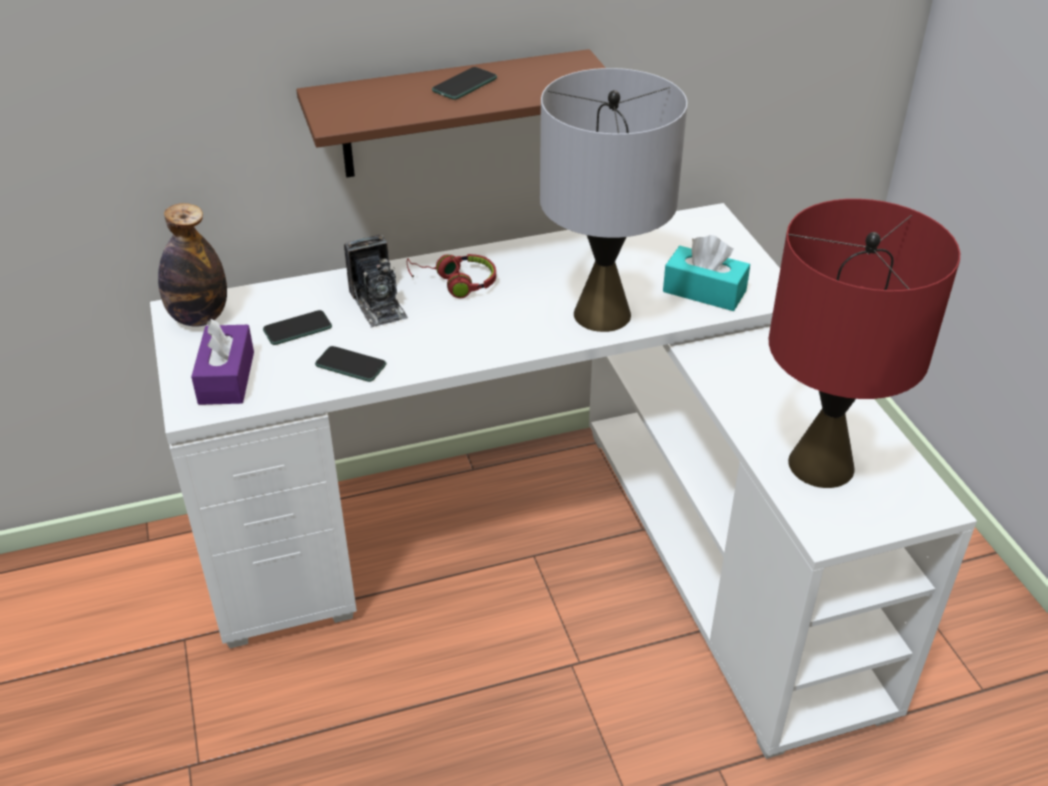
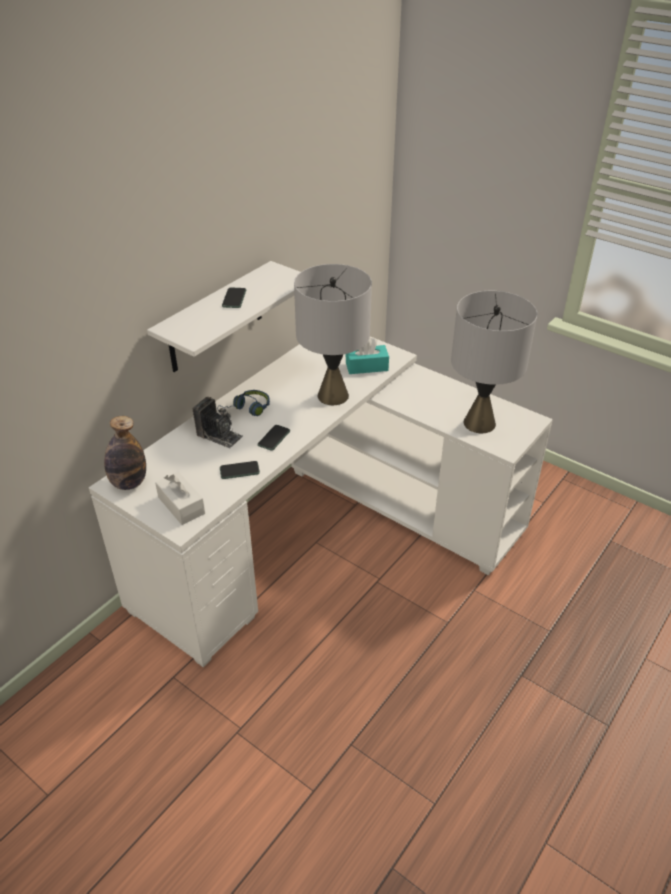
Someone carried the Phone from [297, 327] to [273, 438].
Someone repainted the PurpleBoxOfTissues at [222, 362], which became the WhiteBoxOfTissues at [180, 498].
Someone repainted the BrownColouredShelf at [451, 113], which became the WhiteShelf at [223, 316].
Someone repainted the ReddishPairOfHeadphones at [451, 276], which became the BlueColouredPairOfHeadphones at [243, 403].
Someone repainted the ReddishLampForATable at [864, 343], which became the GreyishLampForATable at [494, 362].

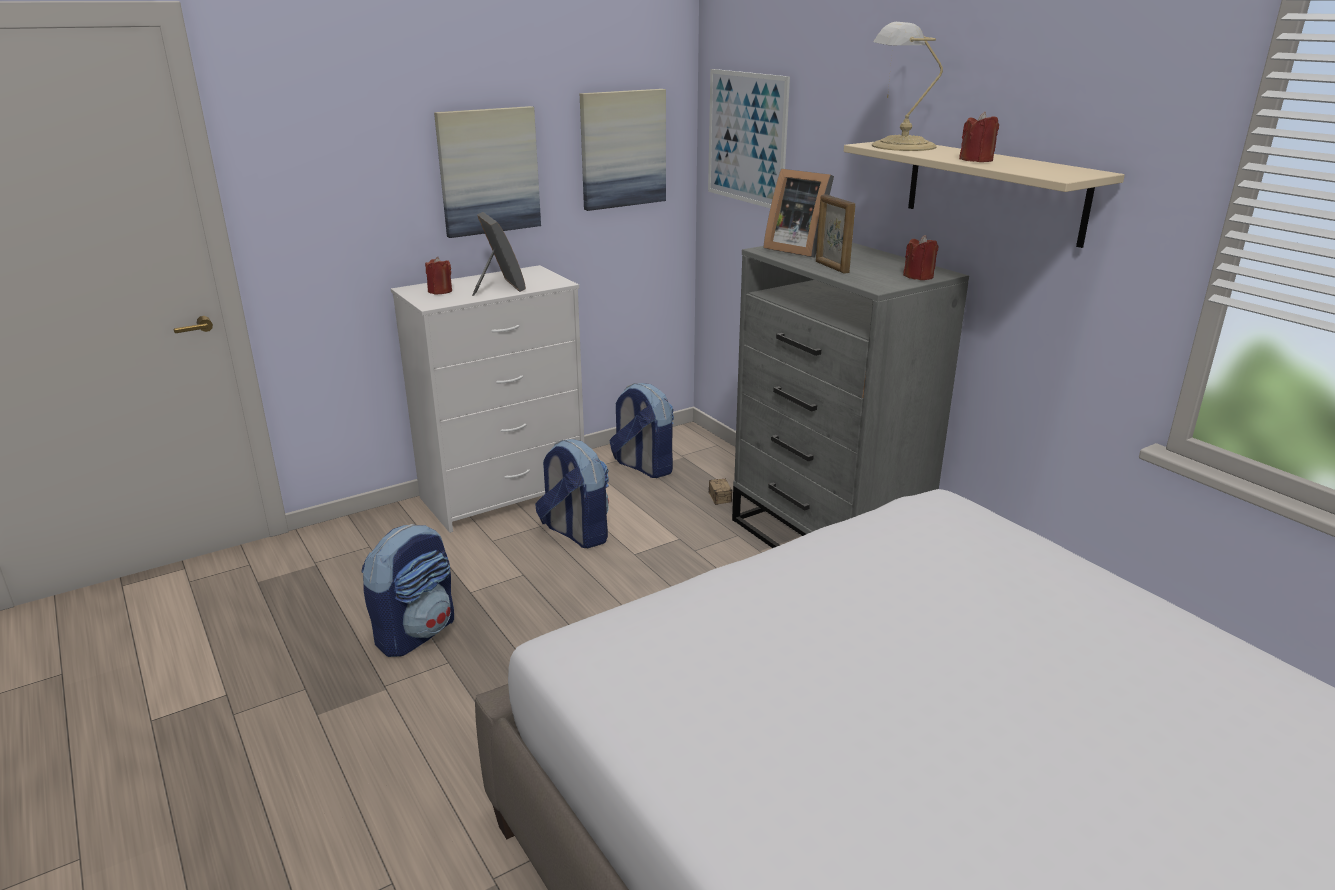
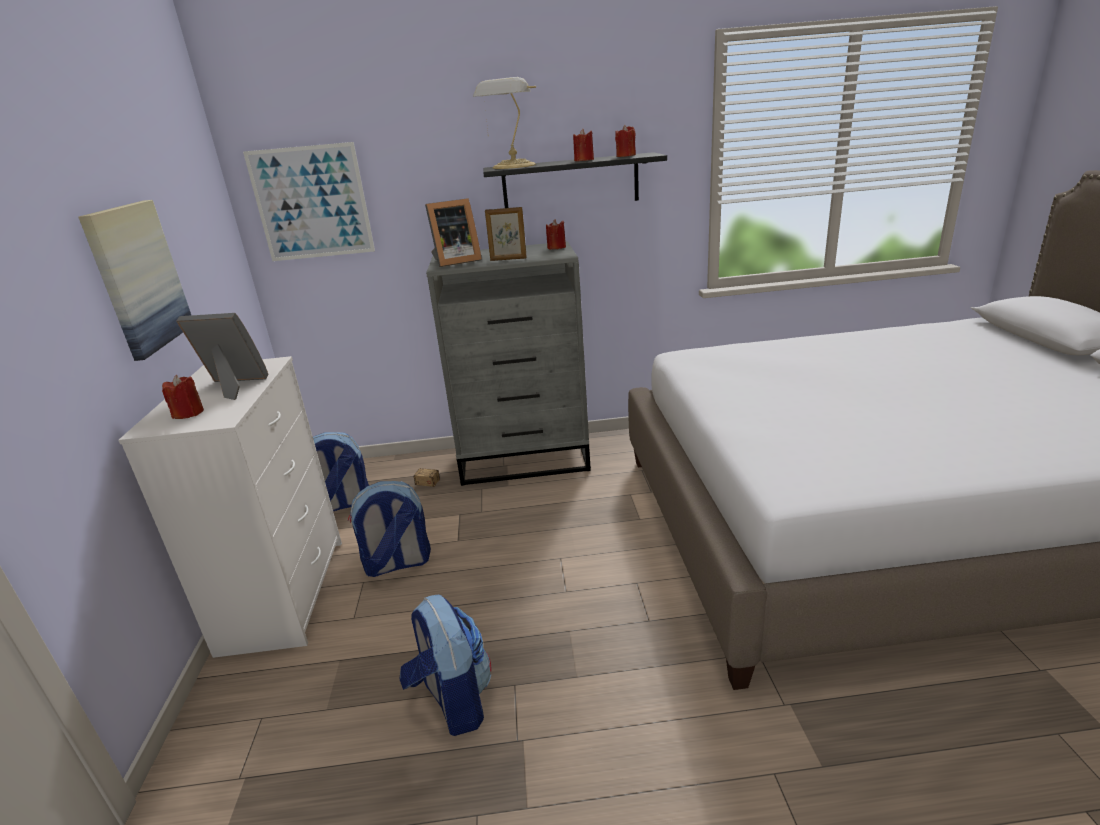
Someone took away the WallPicture at [623, 150].
Someone put down the ReddishCandle at [625, 141].
Someone repainted the SandColouredShelf at [984, 195], which became the BlackishShelf at [575, 180].

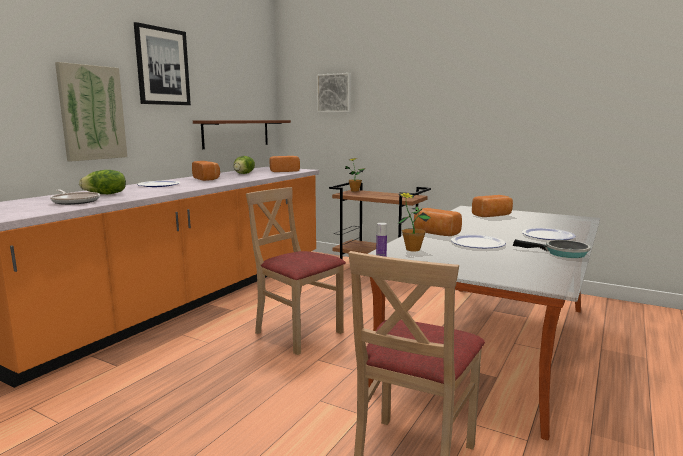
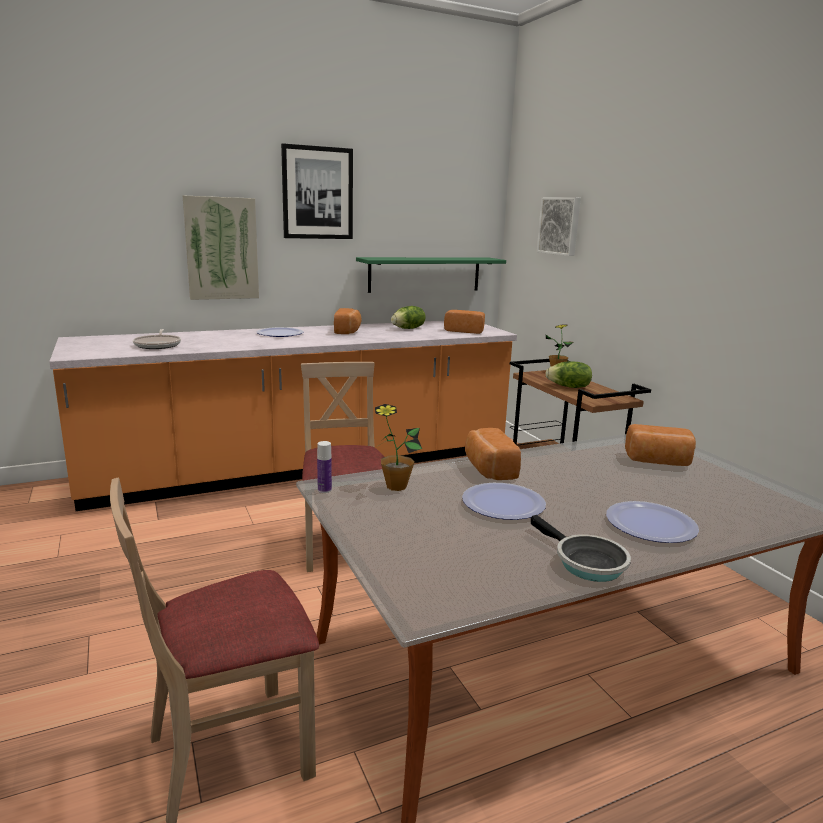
Someone carried the HeadOfLettuce from [102, 182] to [568, 375].
Someone repainted the BrownColouredShelf at [242, 134], which became the GreenColouredShelf at [431, 275].

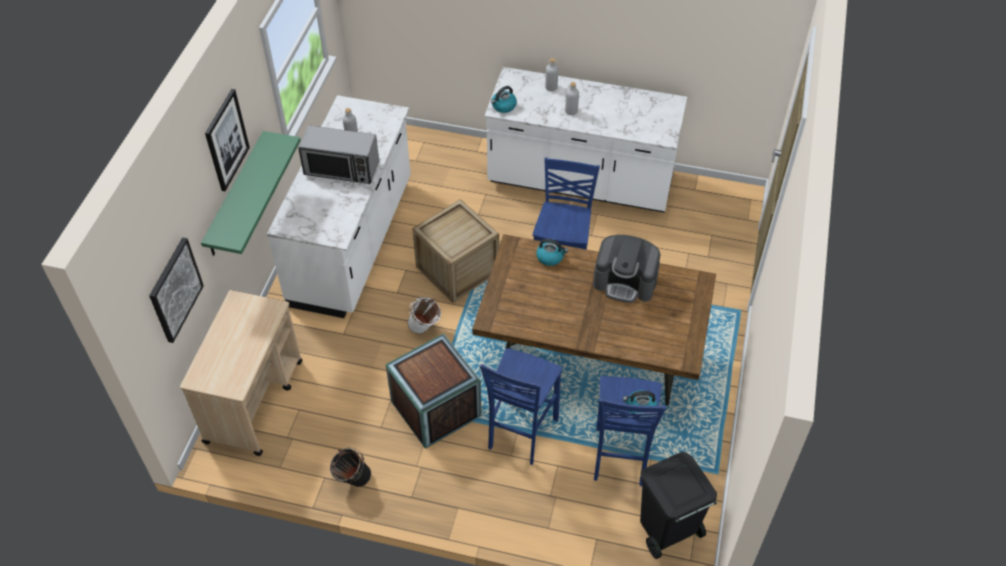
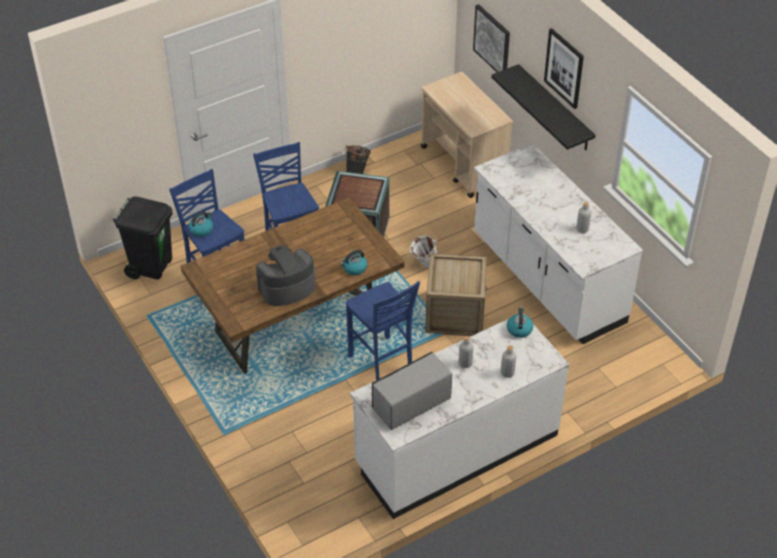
Someone carried the KitchenMicrowave from [338, 154] to [412, 391].
Someone repainted the GreenColouredShelf at [251, 193], which became the BlackishShelf at [543, 107].

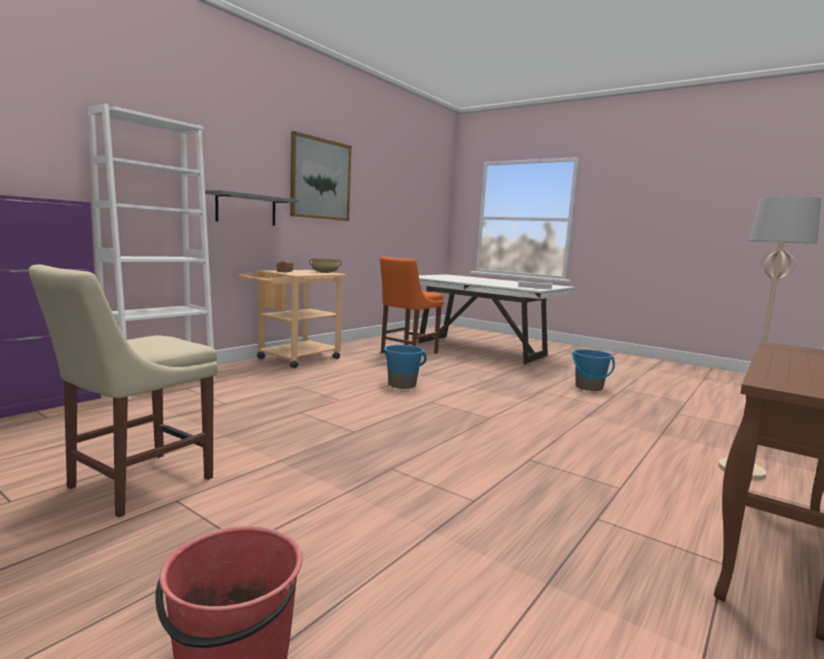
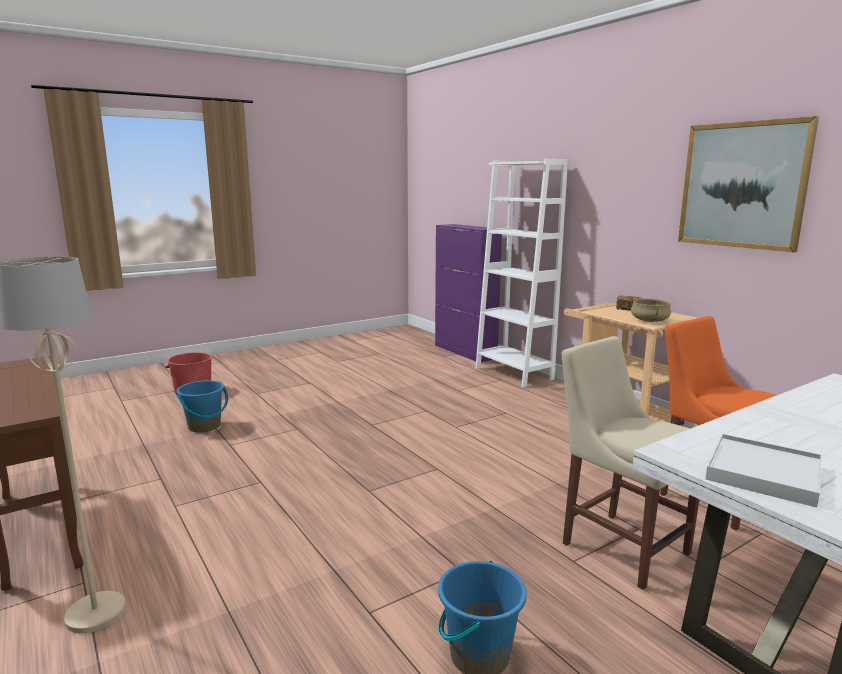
Someone took away the GreyishShelf at [252, 208].
Someone carried the SandColouredChair from [123, 390] to [631, 463].
Someone carried the BlueColouredWaterBucket from [405, 367] to [202, 406].

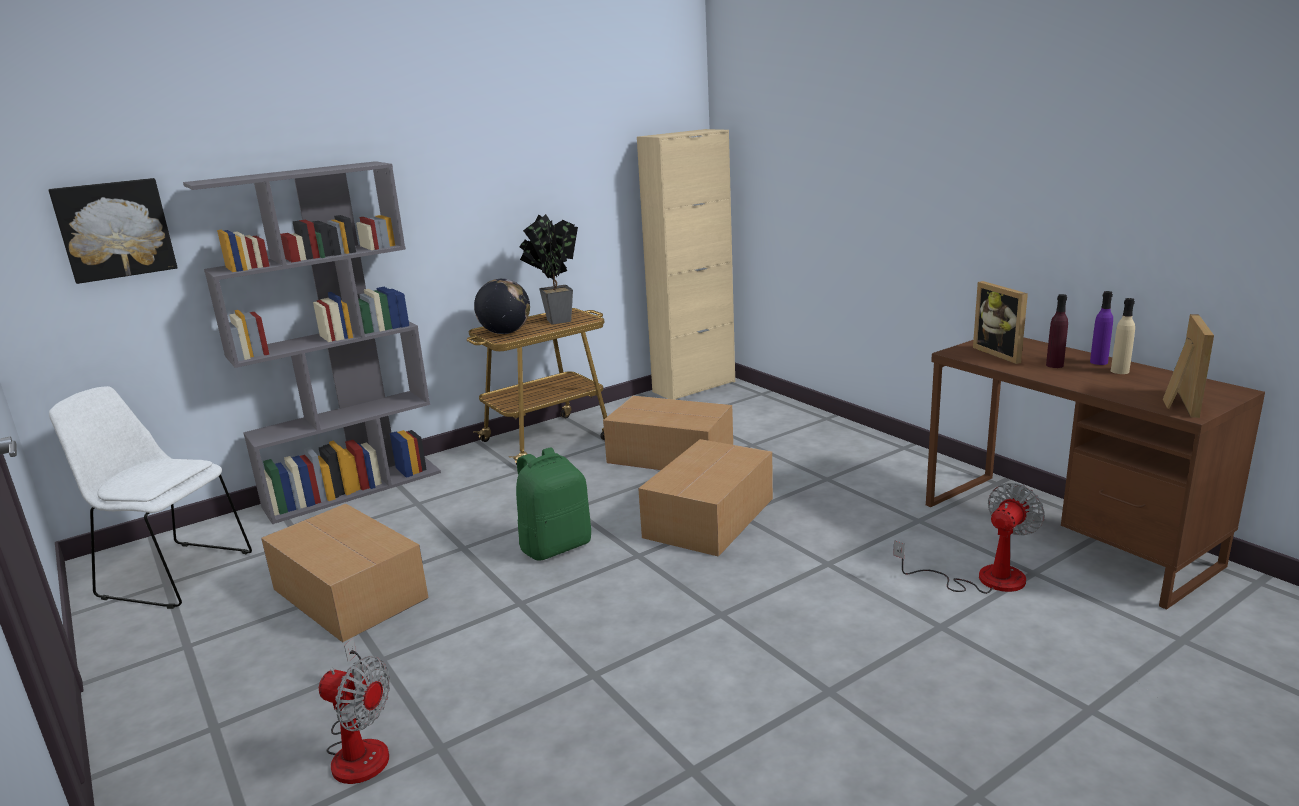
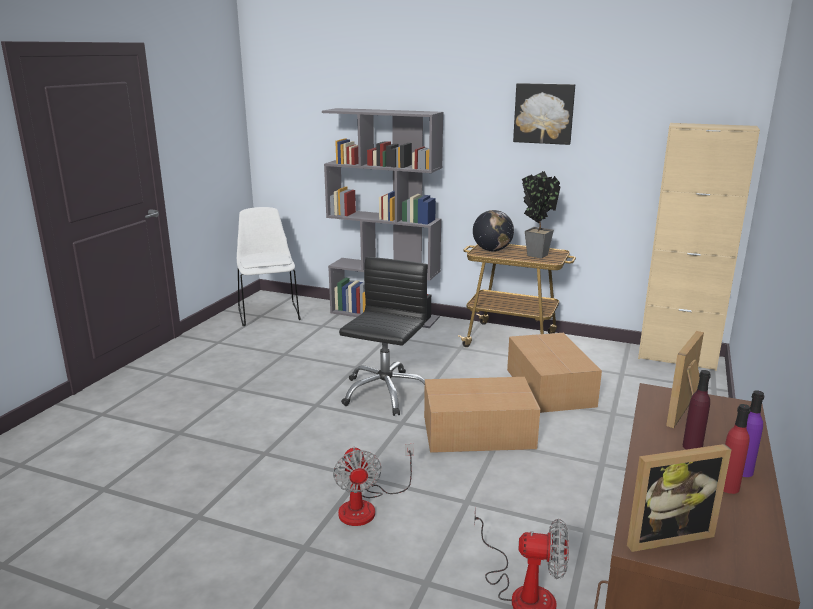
Someone took away the Carton at [345, 573].
Someone carried the WallPicture from [113, 231] to [544, 114].
Someone carried the Fan from [354, 711] to [373, 484].
Someone swapped the GreenColouredBackpack at [553, 504] for the BlackishComputerChair at [383, 336].
Someone repainted the SandColouredBeverageBottle at [1123, 336], which became the ReddishBeverageBottle at [736, 449].

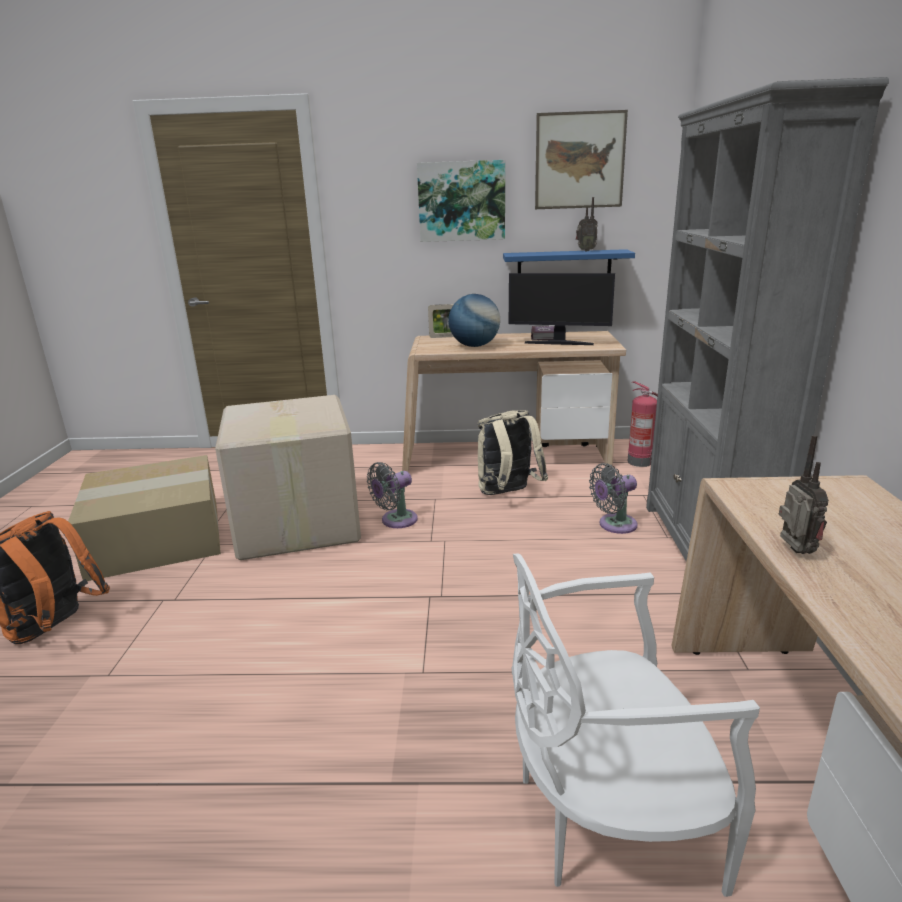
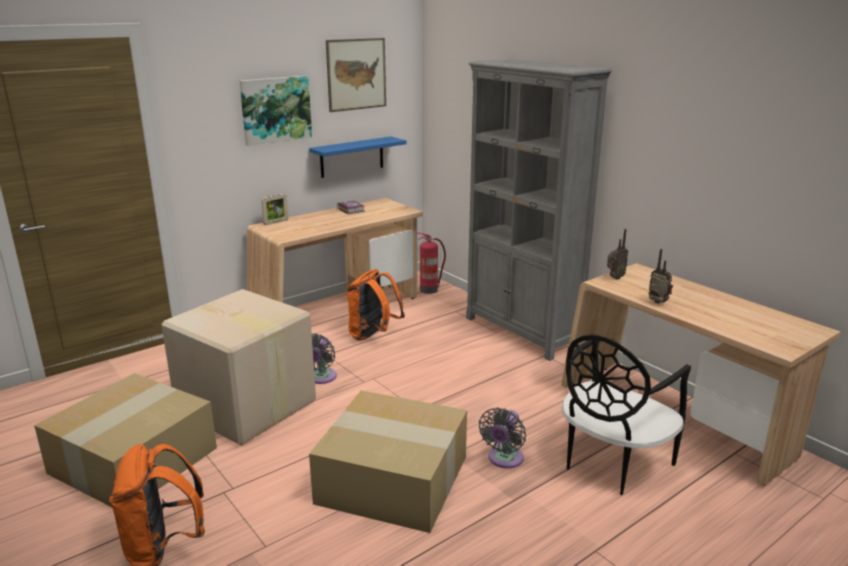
Someone took away the DeskGlobe at [474, 320].
Someone took away the ComputerScreen at [562, 309].
Someone put down the Carton at [388, 461].
Someone carried the RadioSet from [587, 224] to [617, 254].
Someone carried the GreyishFan from [613, 498] to [502, 437].
Someone repainted the SandColouredBackpack at [513, 452], which became the OrangeColouredBackpack at [376, 305].
Someone repainted the WhiteChair at [636, 725], which became the BlackishChair at [626, 414].

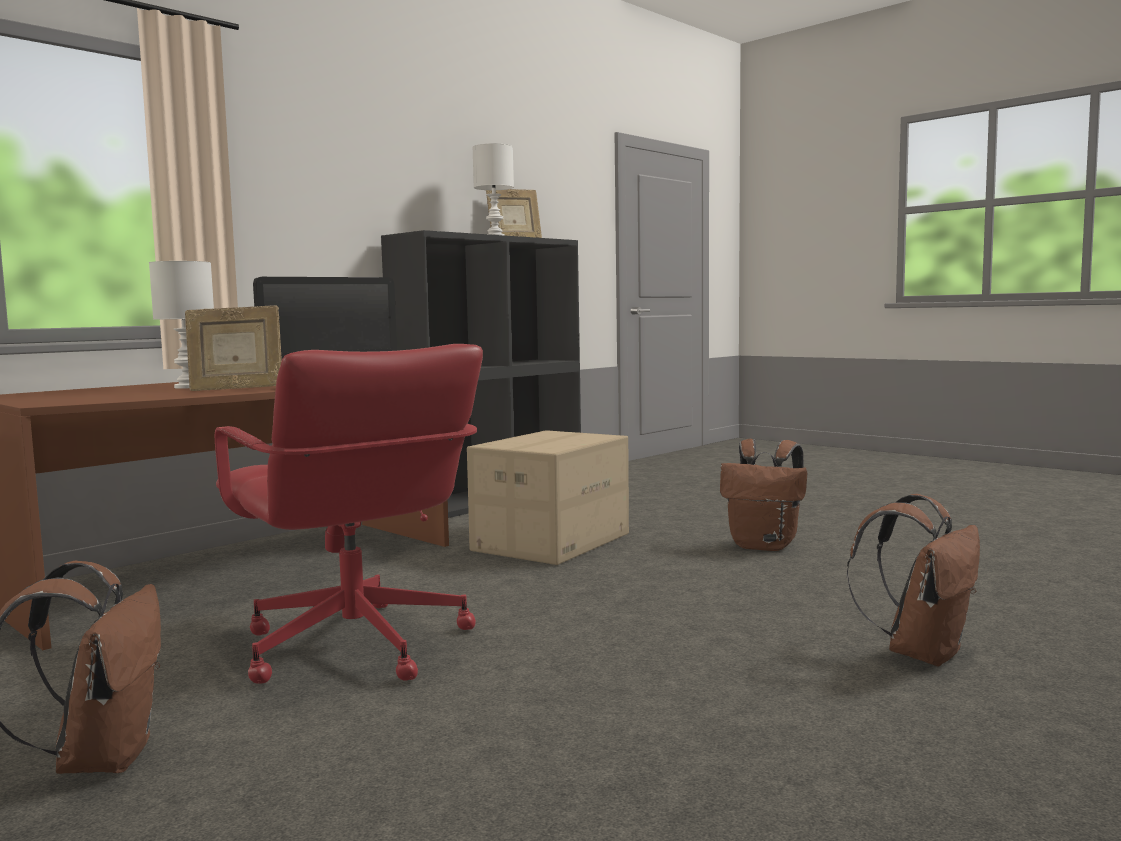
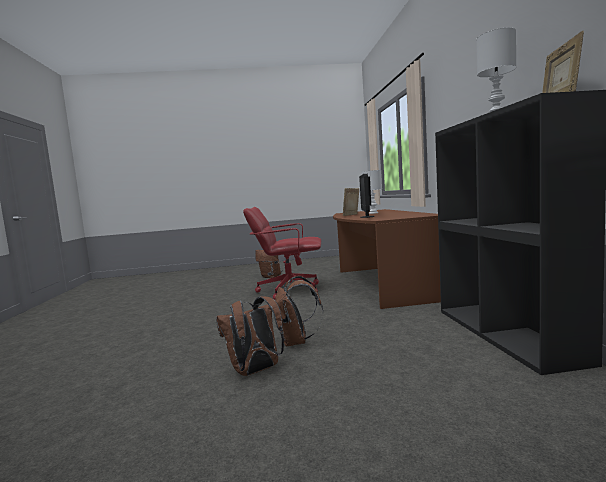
Someone took away the Carton at [548, 497].
Someone carried the BrownColouredBackpack from [913, 580] to [299, 311].

